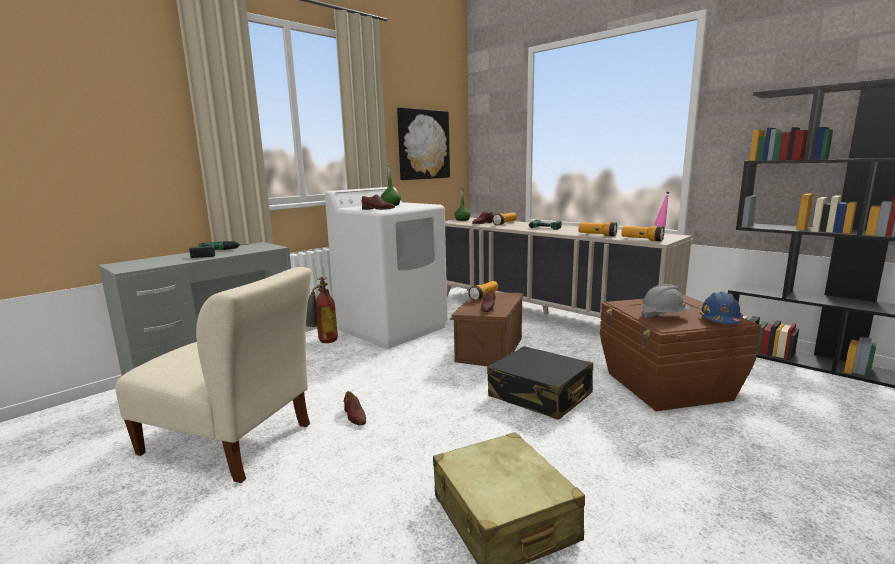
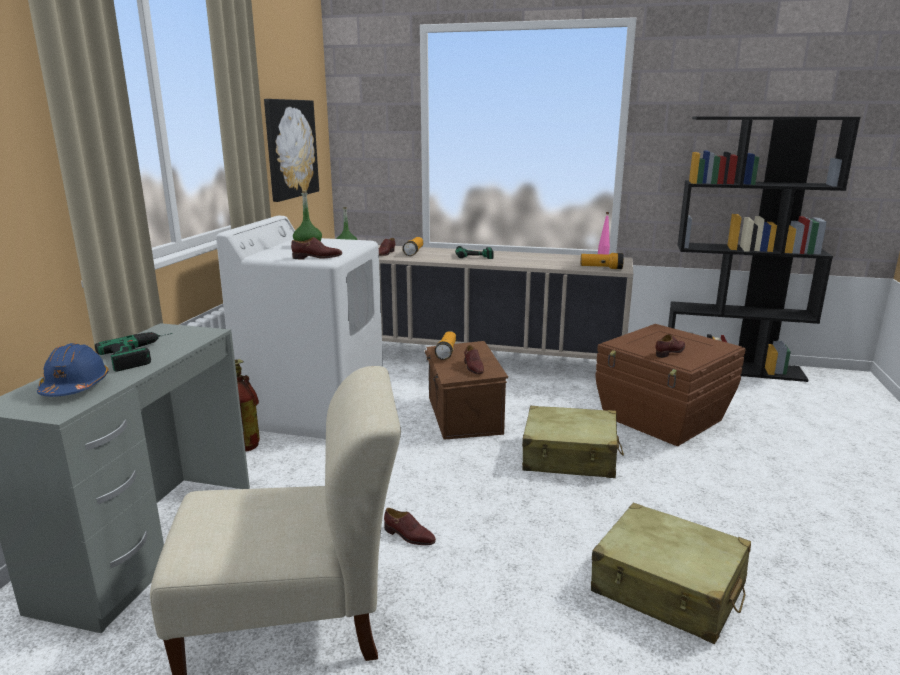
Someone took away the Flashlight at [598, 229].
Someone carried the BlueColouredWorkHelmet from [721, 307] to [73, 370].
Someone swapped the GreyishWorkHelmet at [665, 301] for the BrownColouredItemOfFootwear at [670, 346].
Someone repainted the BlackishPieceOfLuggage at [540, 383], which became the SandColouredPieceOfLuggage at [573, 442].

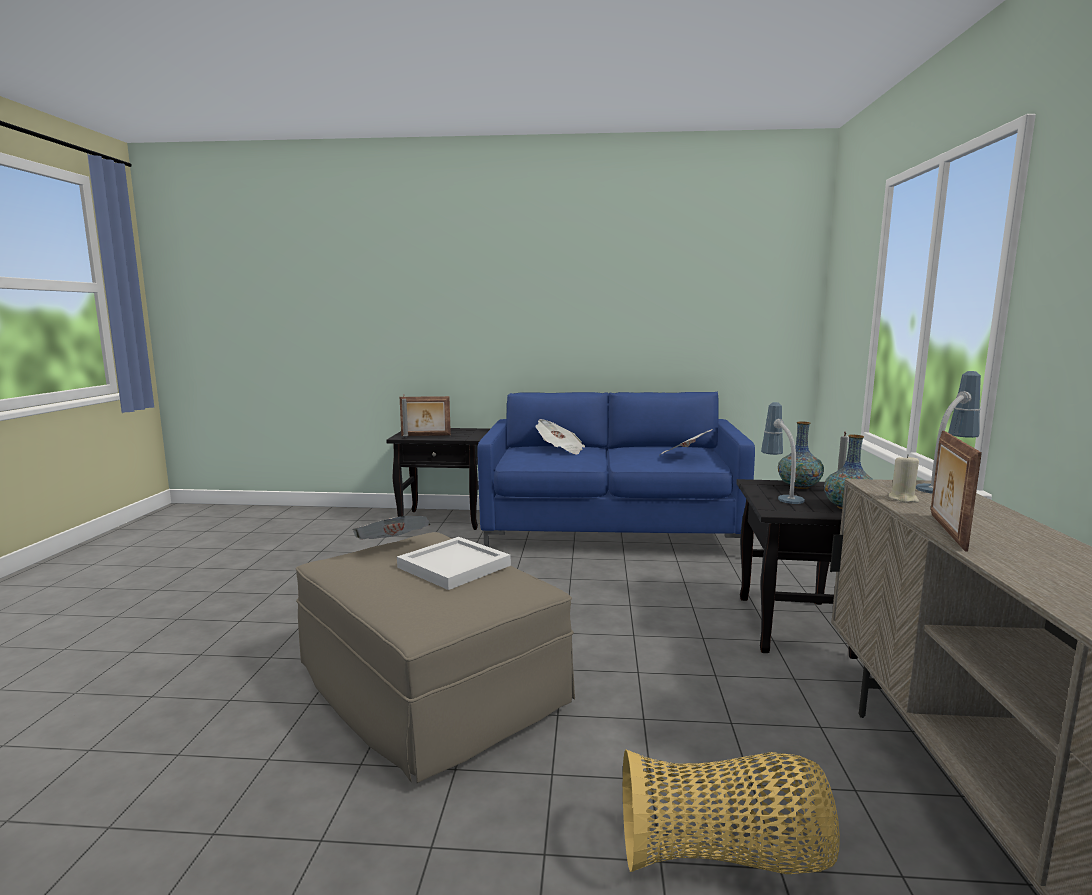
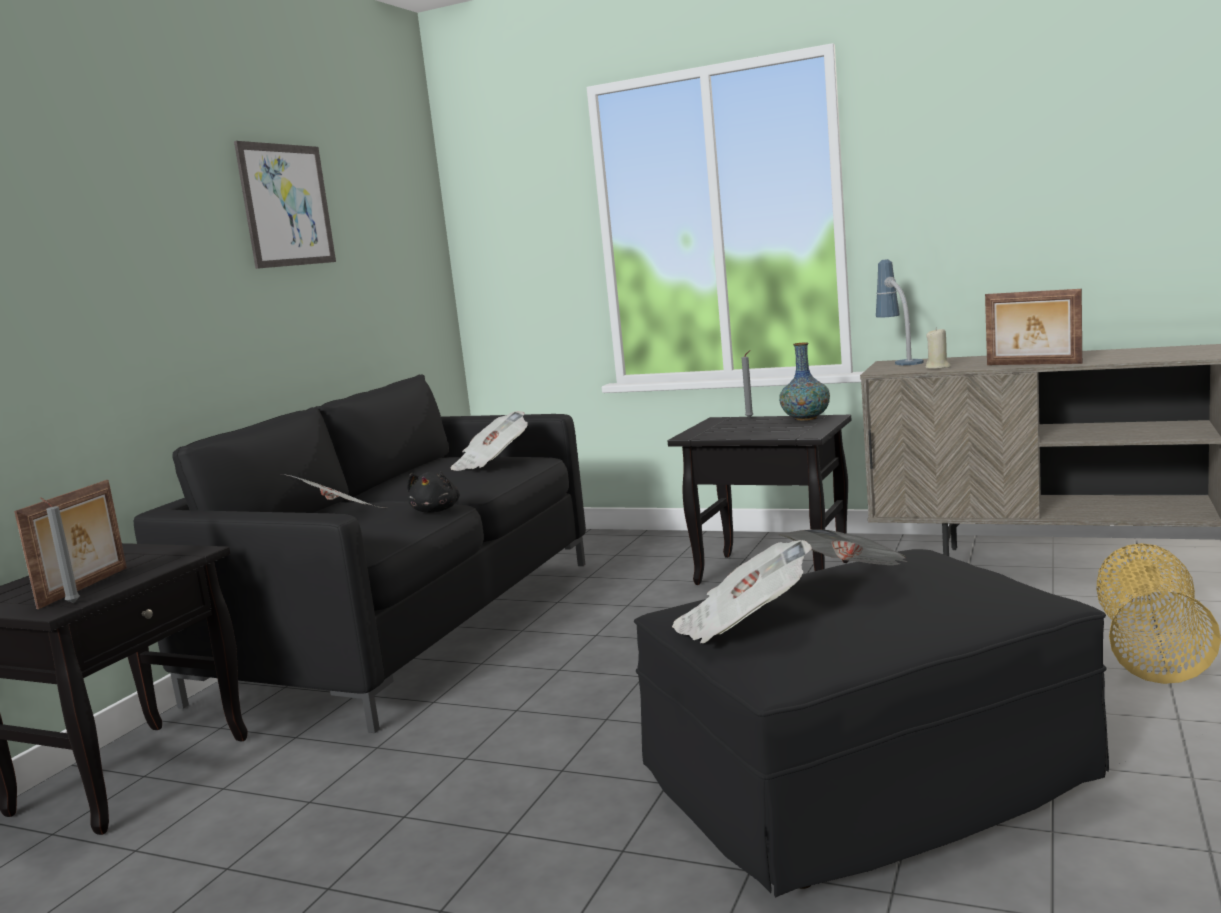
Someone took away the LampForATable at [783, 453].
Someone took away the DecorativeVase at [801, 455].
Someone put up the WallPicture at [285, 205].
Someone put down the BlackishCuddlyToy at [433, 492].
Someone swapped the WhiteTray at [454, 563] for the DailyPaper at [843, 547].
Someone repainted the SandColouredFootrest at [435, 657], which became the BlackishFootrest at [871, 723].
Someone repainted the BlueColouredSettee at [616, 469], which became the BlackishSettee at [360, 554].

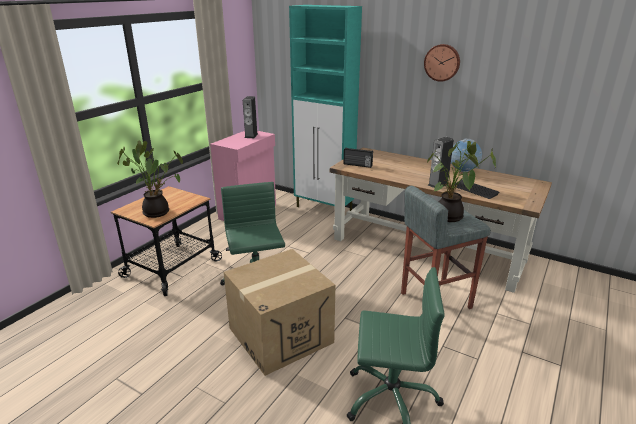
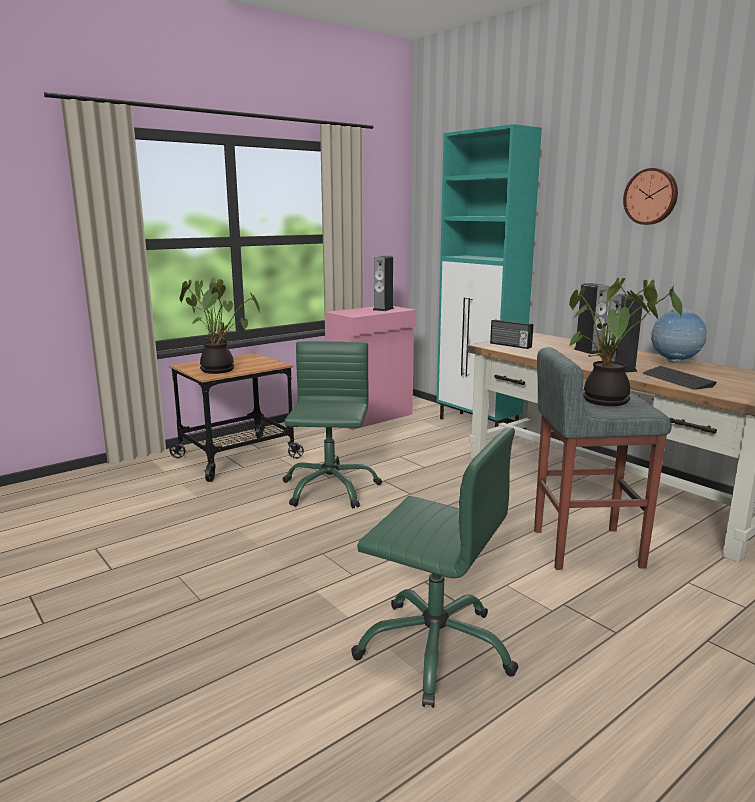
Someone took away the Carton at [279, 312].
Someone put down the AudioSpeaker at [591, 318].

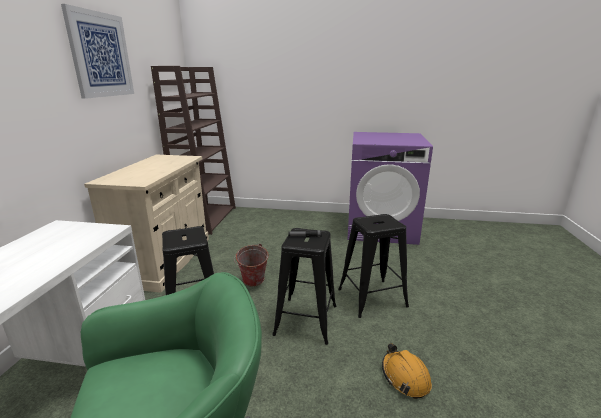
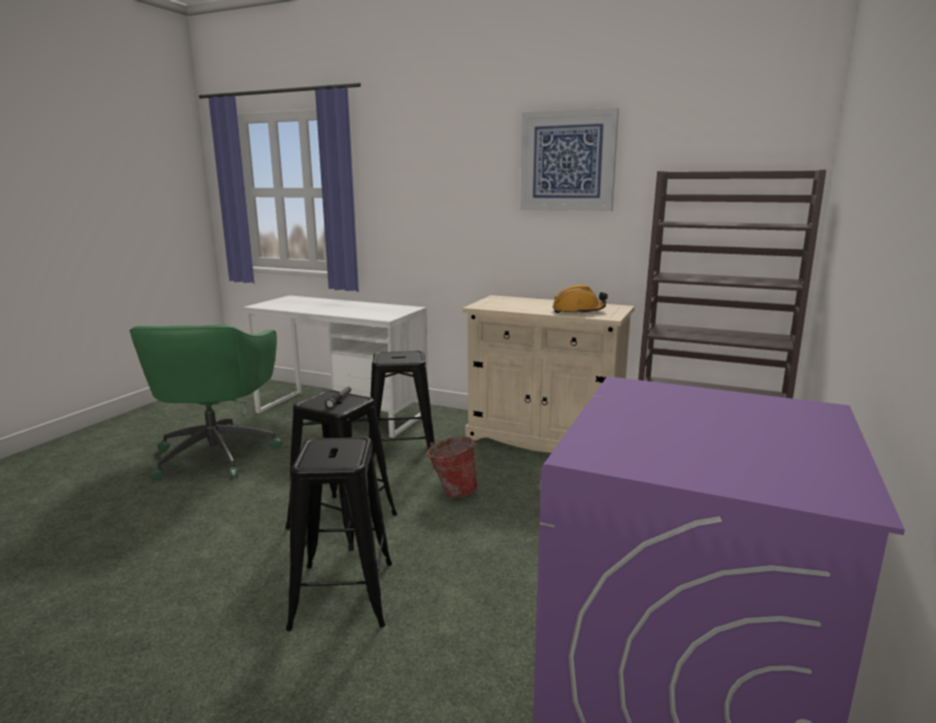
Someone carried the OrangeColouredWorkHelmet from [407, 371] to [580, 299].

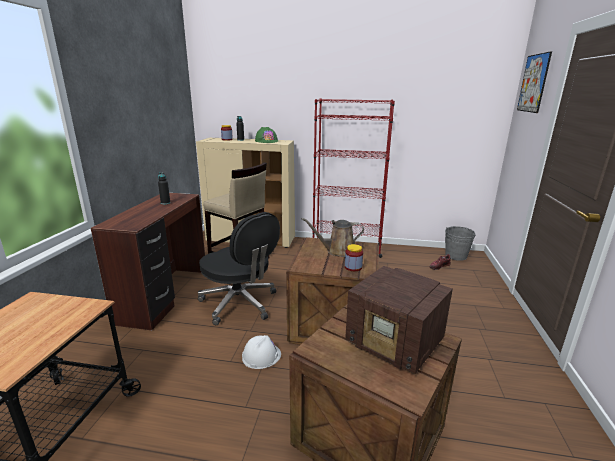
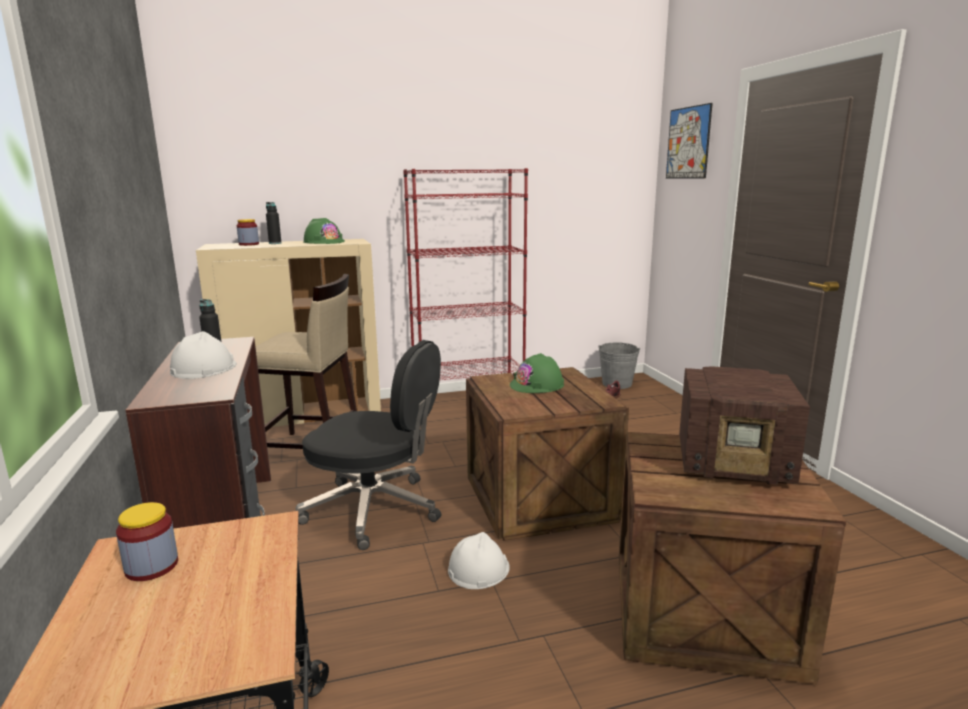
Someone put down the WhiteWorkHelmet at [203, 355].
Someone carried the Jar from [354, 257] to [147, 541].
Someone swapped the BrownColouredWateringPot at [333, 237] for the GreenColouredWorkHelmet at [537, 373].

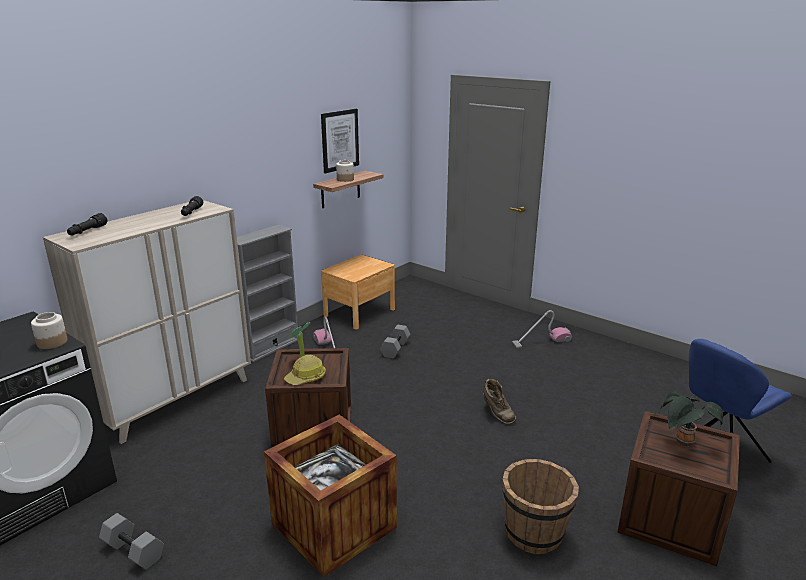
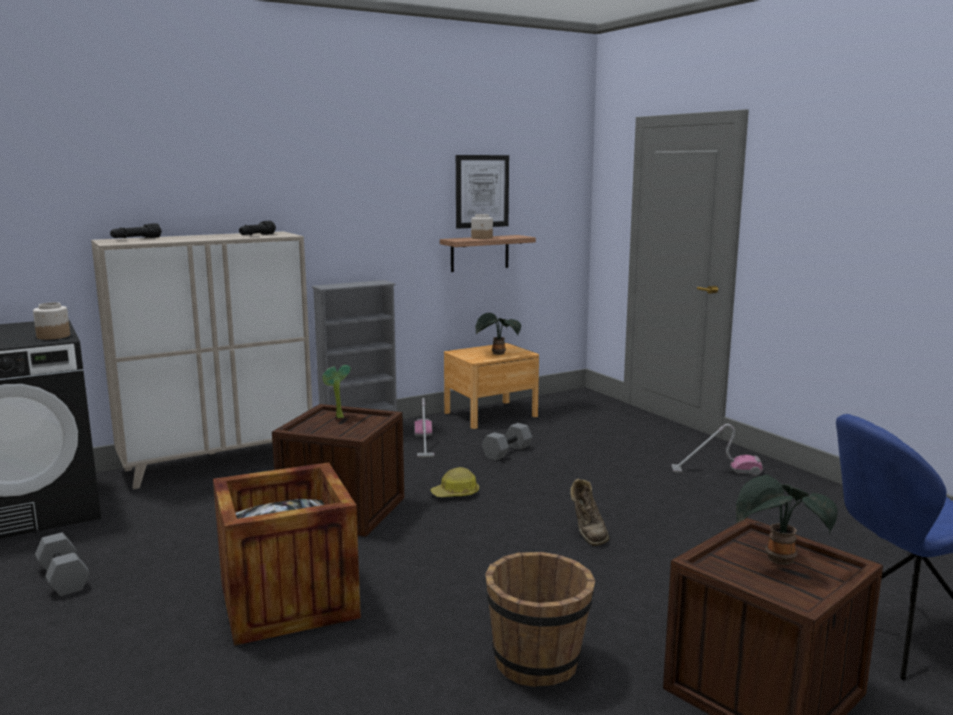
Someone put down the Houseplant at [498, 334].
Someone carried the WorkHelmet from [305, 370] to [454, 482].

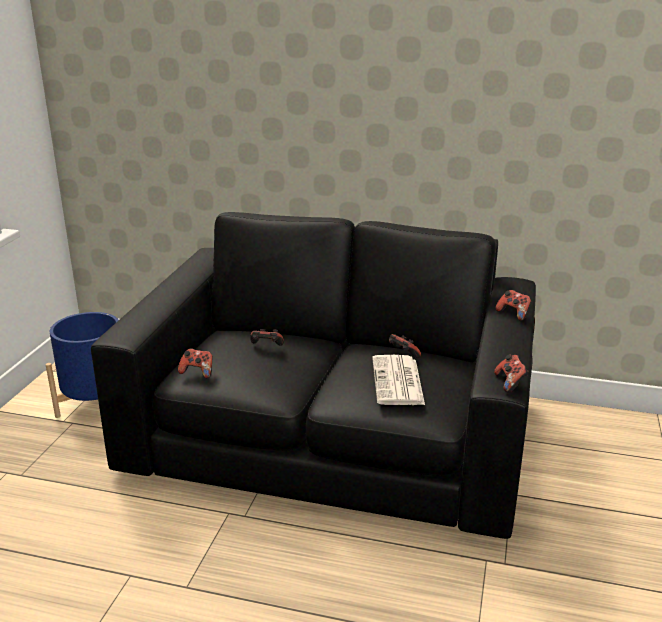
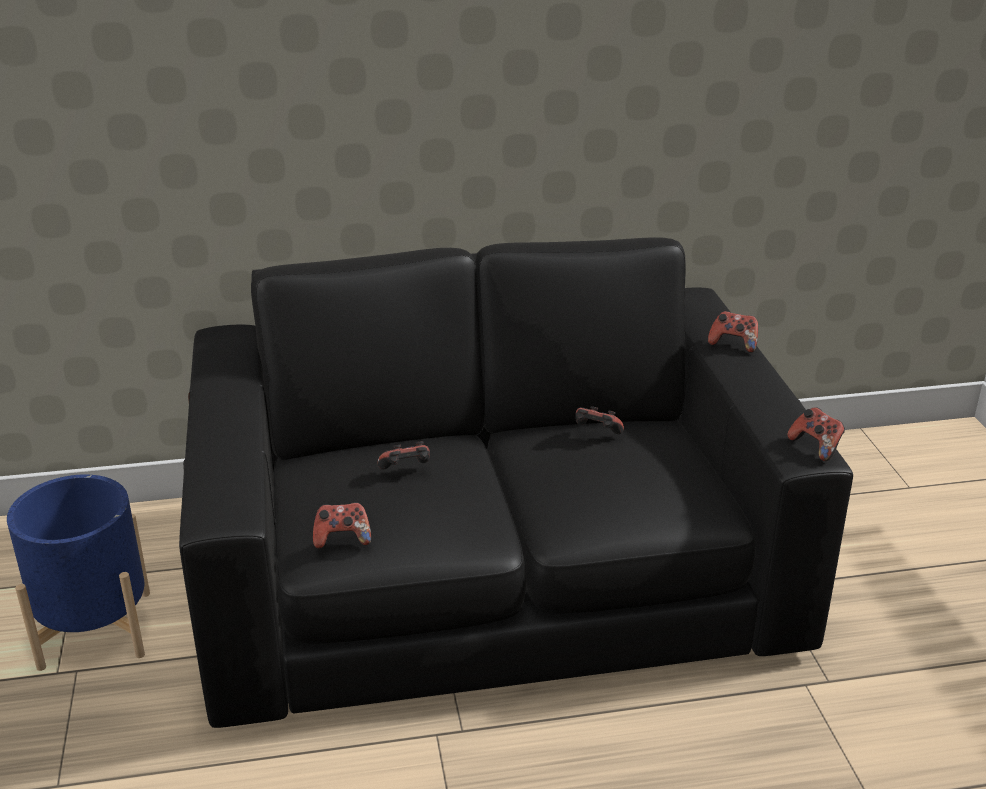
Someone took away the DailyPaper at [398, 380].

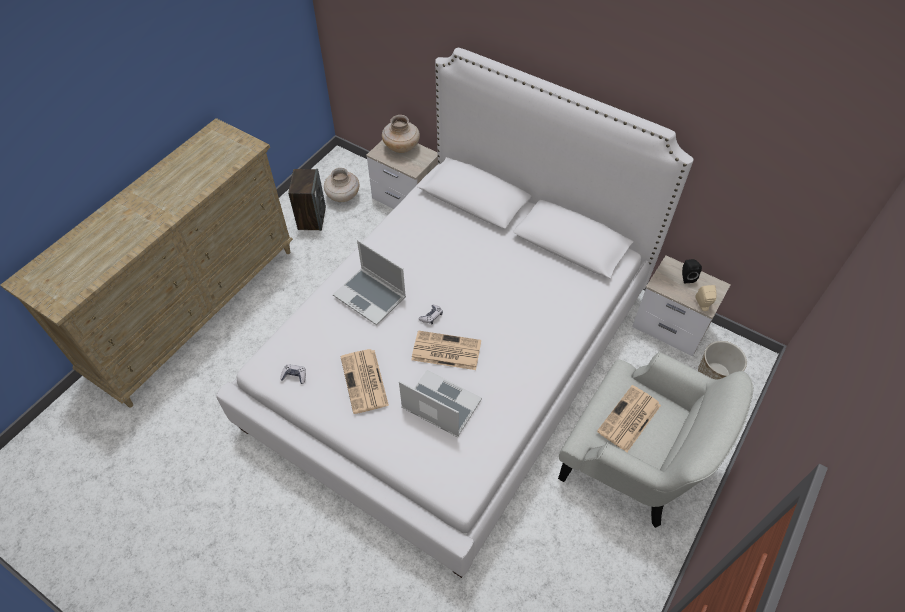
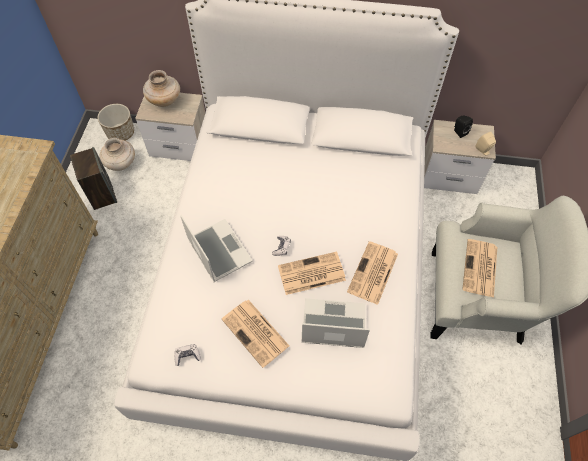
Someone put down the DailyPaper at [372, 273].
Someone carried the Planter from [722, 360] to [115, 122].
Someone rotated the PortableComputer at [369, 282] by 135 degrees counterclockwise.

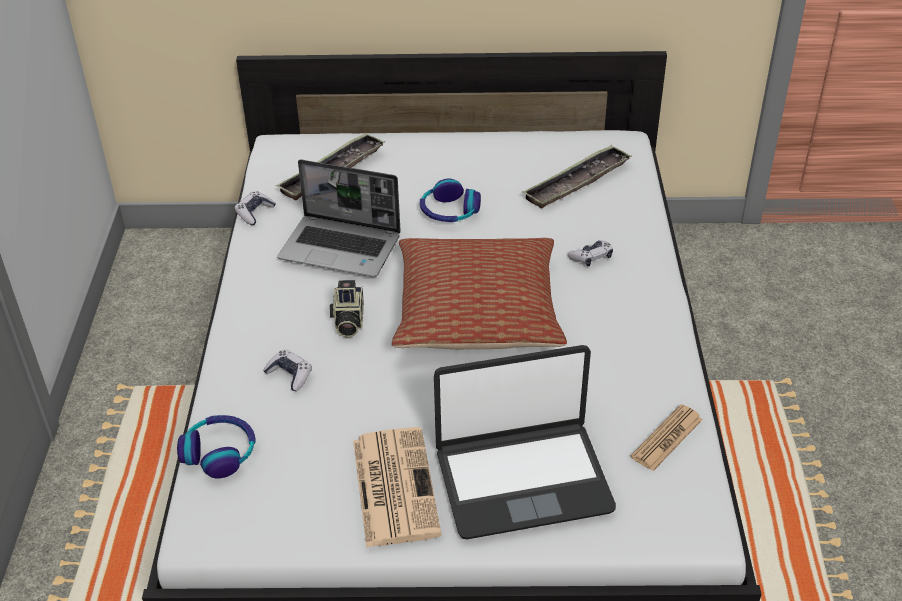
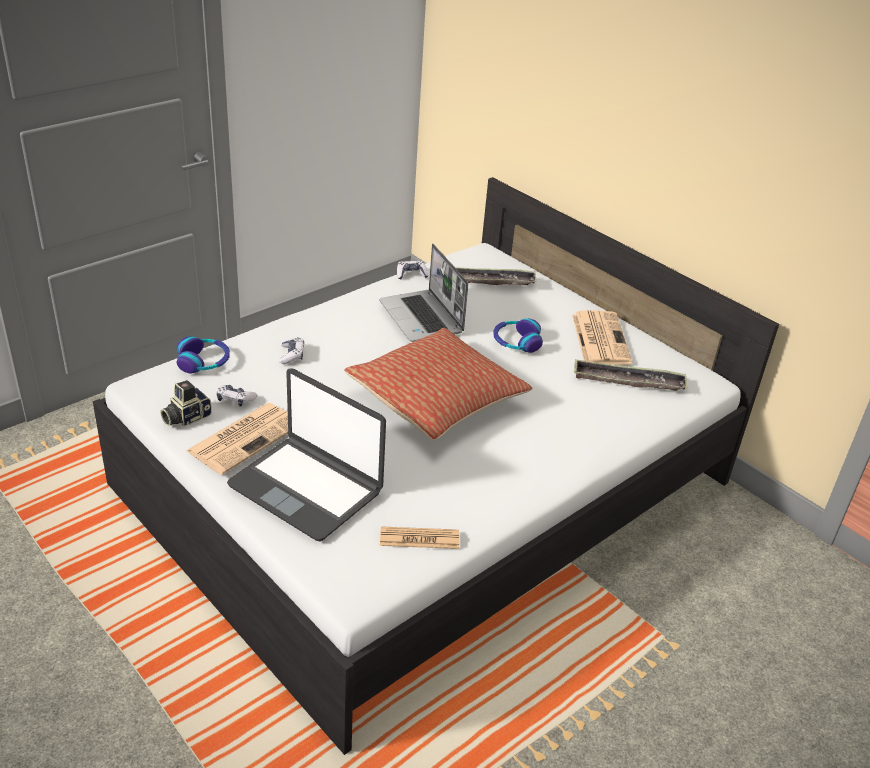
Someone put down the DailyPaper at [602, 337].
Someone carried the PhotoCamera from [347, 309] to [186, 403].
Someone carried the Gamepad from [590, 253] to [236, 396].

